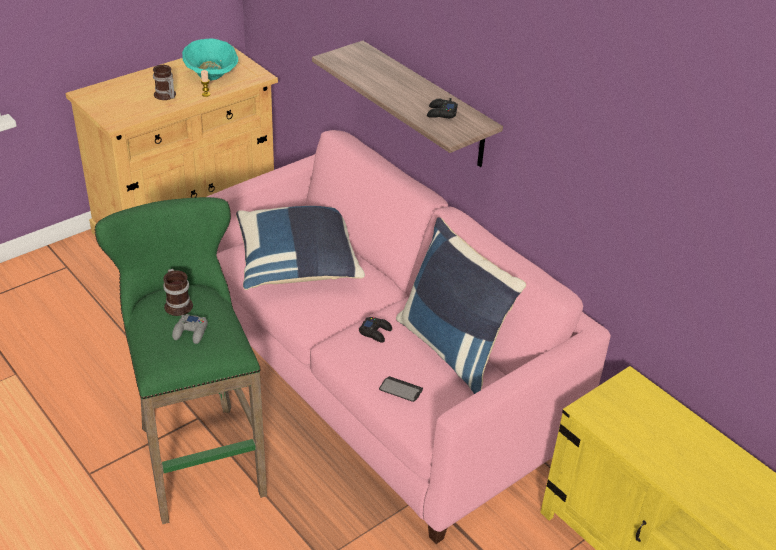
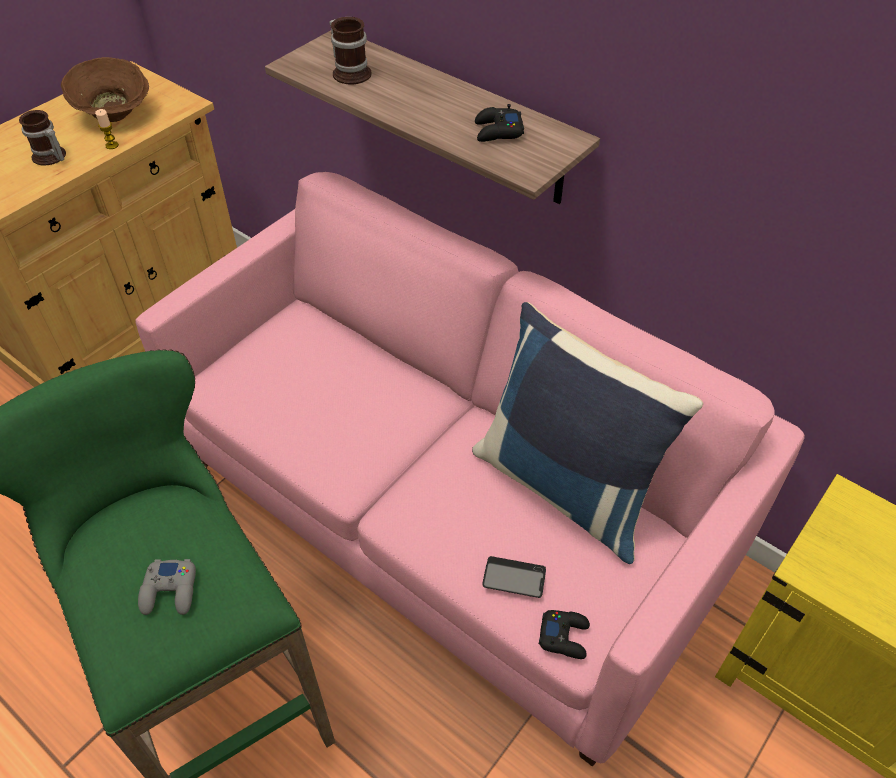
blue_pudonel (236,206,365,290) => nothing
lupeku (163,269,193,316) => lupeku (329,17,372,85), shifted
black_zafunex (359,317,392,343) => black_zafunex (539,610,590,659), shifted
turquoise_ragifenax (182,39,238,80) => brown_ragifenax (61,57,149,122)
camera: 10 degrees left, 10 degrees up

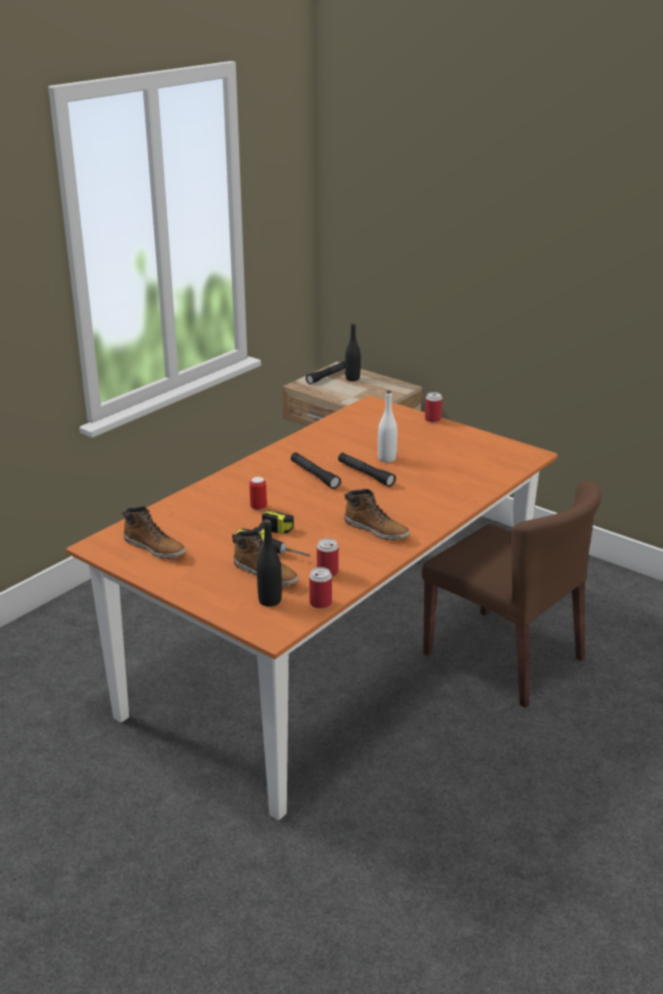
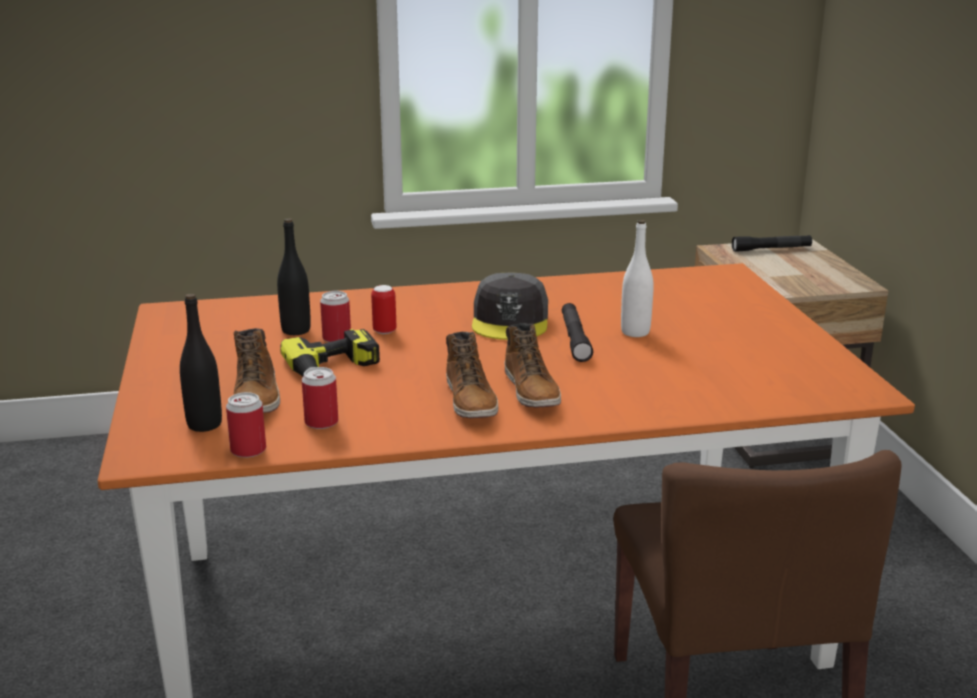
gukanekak (122,506,186,559) => gukanekak (505,323,561,408), shifted
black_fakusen (345,323,361,381) => black_fakusen (277,218,311,335), shifted
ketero (425,392,442,423) => ketero (320,291,351,342), shifted
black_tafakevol (291,452,341,489) => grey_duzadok (472,272,548,340)
camera: 40 degrees right, 5 degrees down

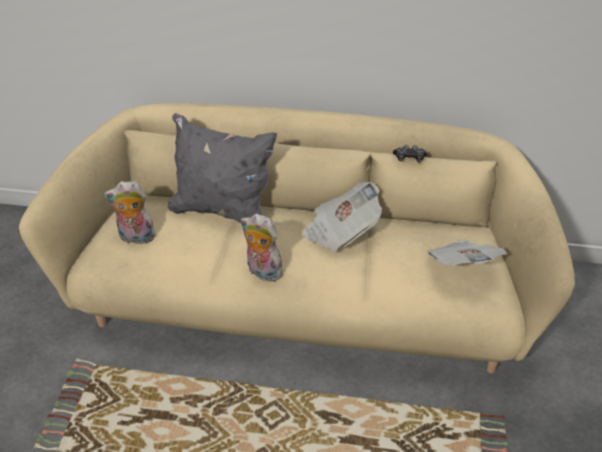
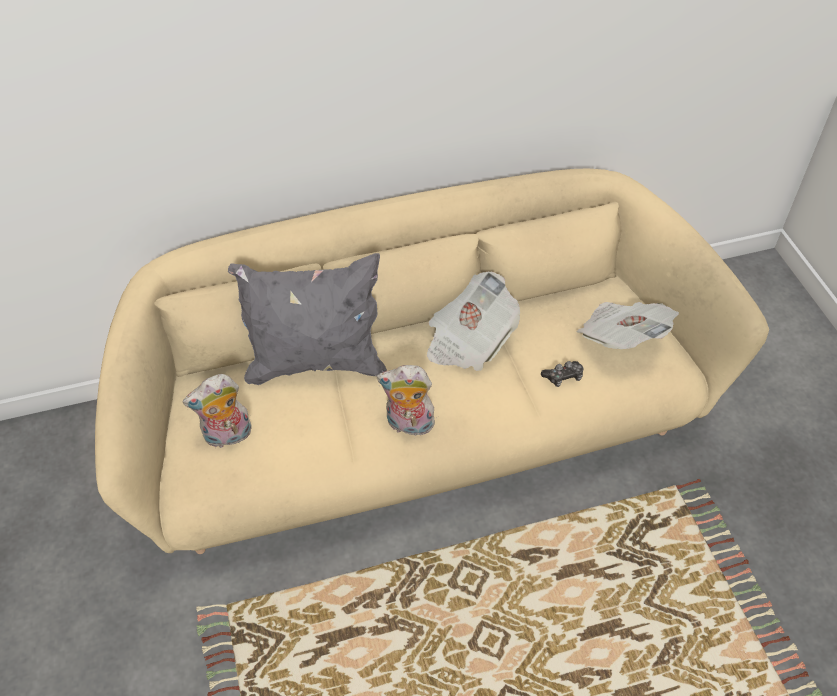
zafunex (393,145,426,162) => zafunex (541,361,584,387), shifted
camera: 25 degrees left, 10 degrees up

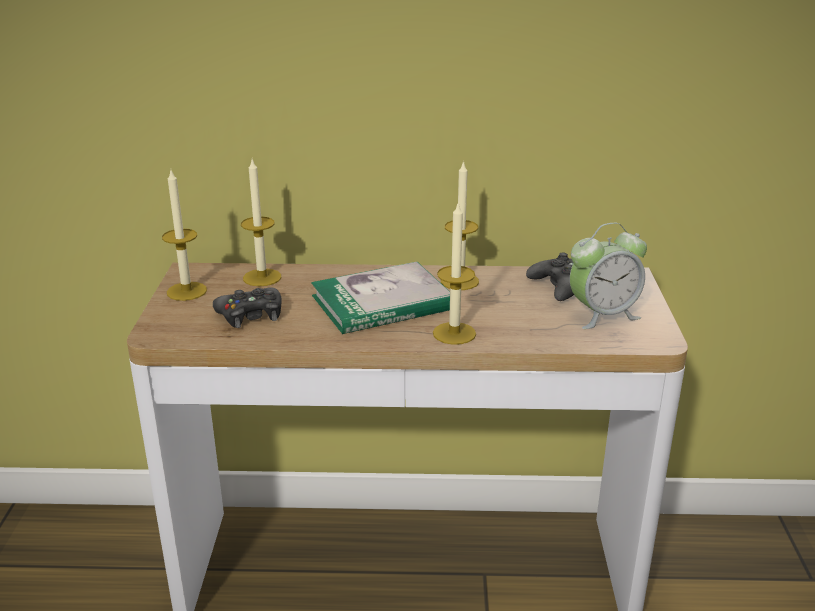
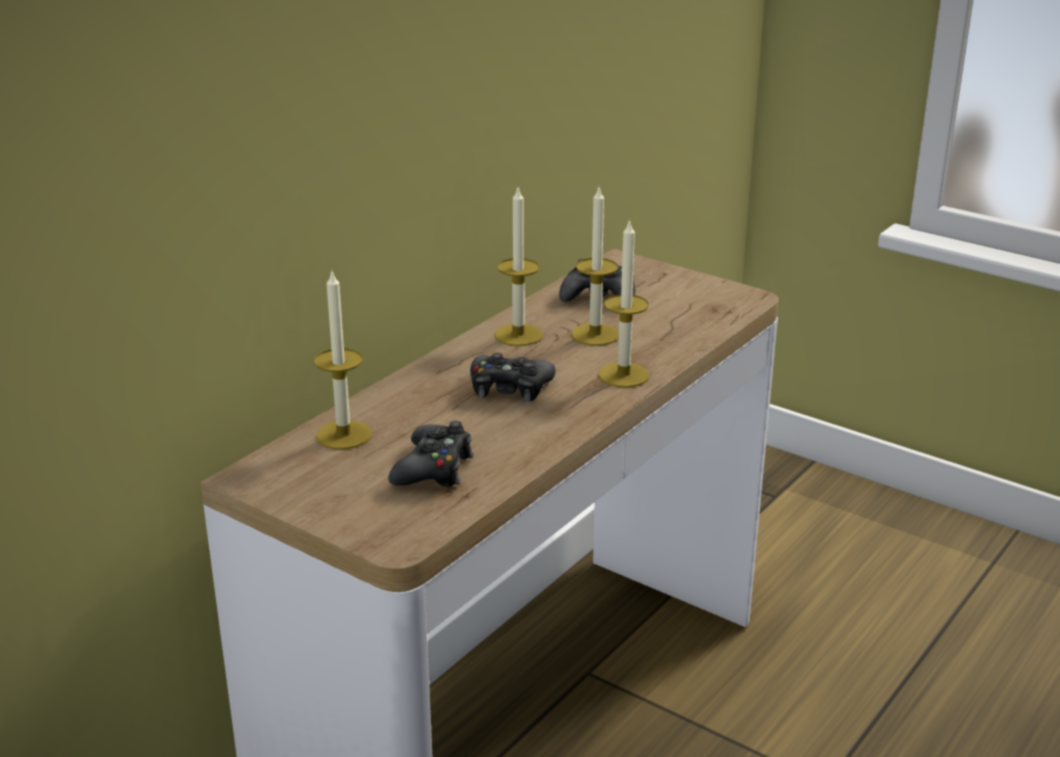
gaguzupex (570,223,647,329) => nothing
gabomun (162,170,207,301) => gabomun (571,188,619,346), shifted
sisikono (311,262,450,334) => black_zafunex (470,353,556,402)
camera: 55 degrees left, 0 degrees up

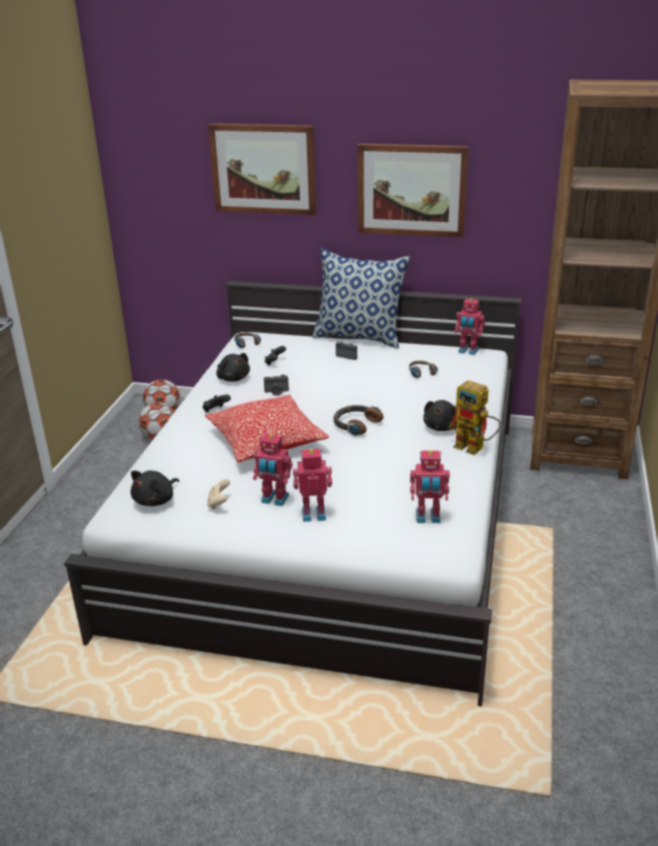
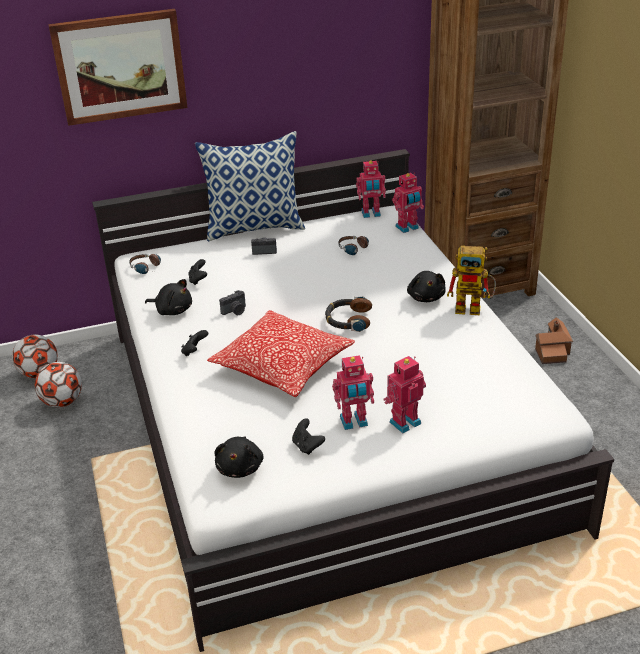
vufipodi (357,143,469,238) => nothing
nothing => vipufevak (535,317,573,364)
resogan (410,450,450,523) => resogan (392,172,424,233), shifted
beige_zafunex (207,479,230,509) => black_zafunex (292,418,325,455)
camera: 30 degrees left, 5 degrees up

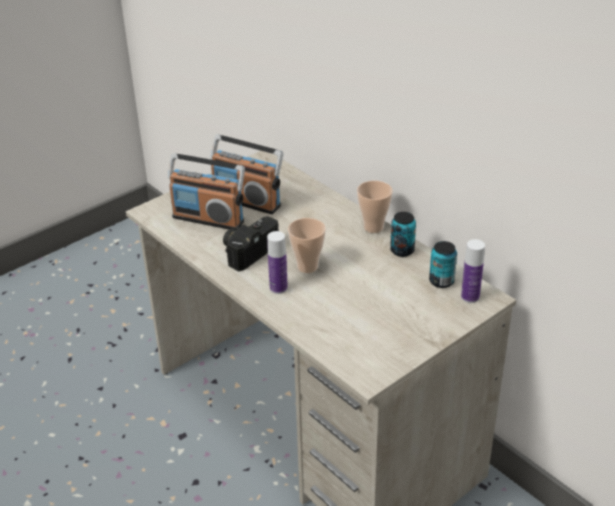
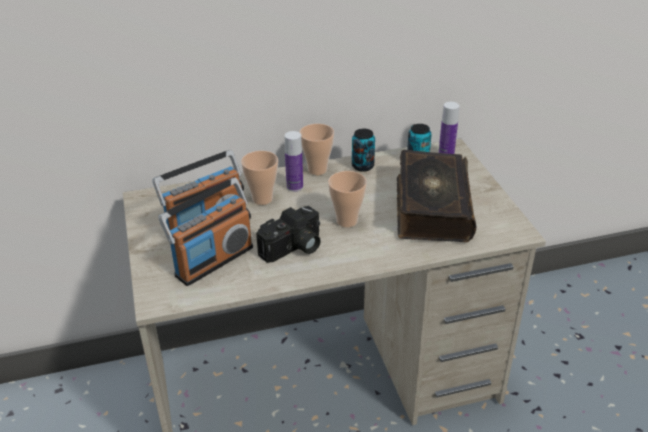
nothing => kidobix (241,151,278,205)
nothing => sisikono (397,150,476,242)
fakusen (267,231,288,294) => fakusen (285,131,303,192), shifted
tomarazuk (223,216,279,271) => tomarazuk (256,206,321,263), 105 degrees counterclockwise
camera: 65 degrees left, 0 degrees up

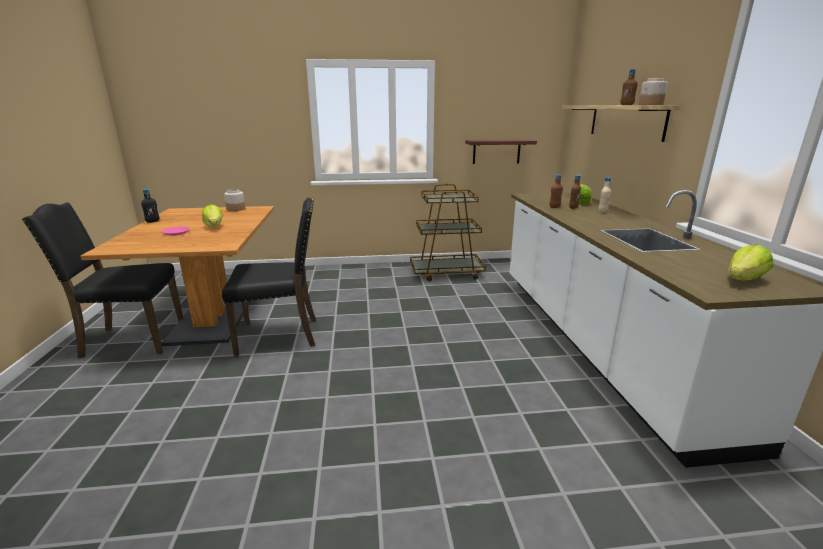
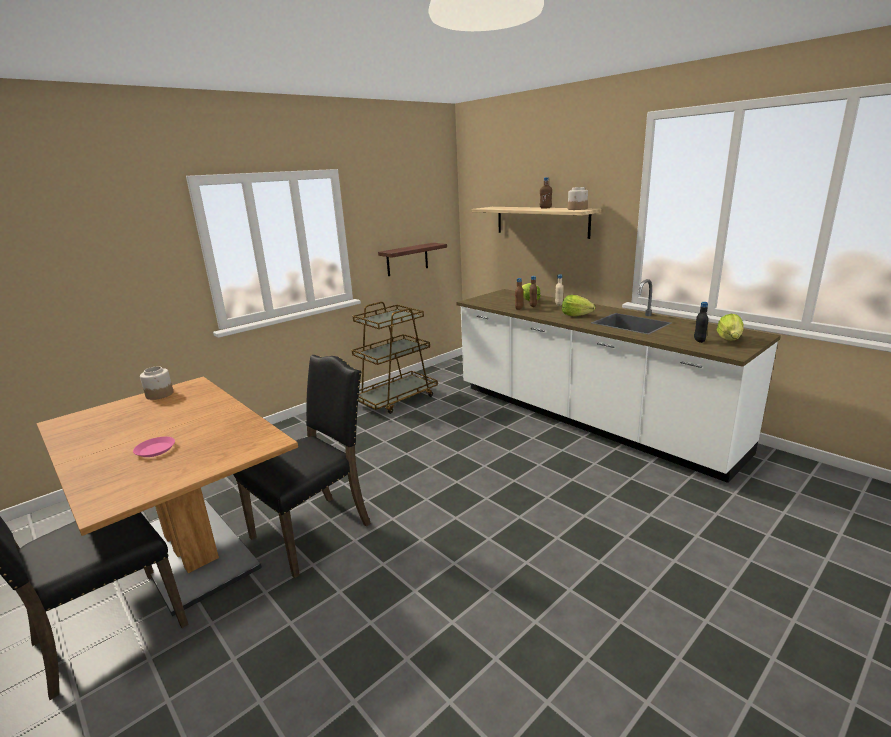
black_fakusen (141,189,159,223) => black_fakusen (694,302,709,343), shifted
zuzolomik (202,205,223,227) => zuzolomik (562,295,595,316), shifted
camera: 35 degrees left, 0 degrees up

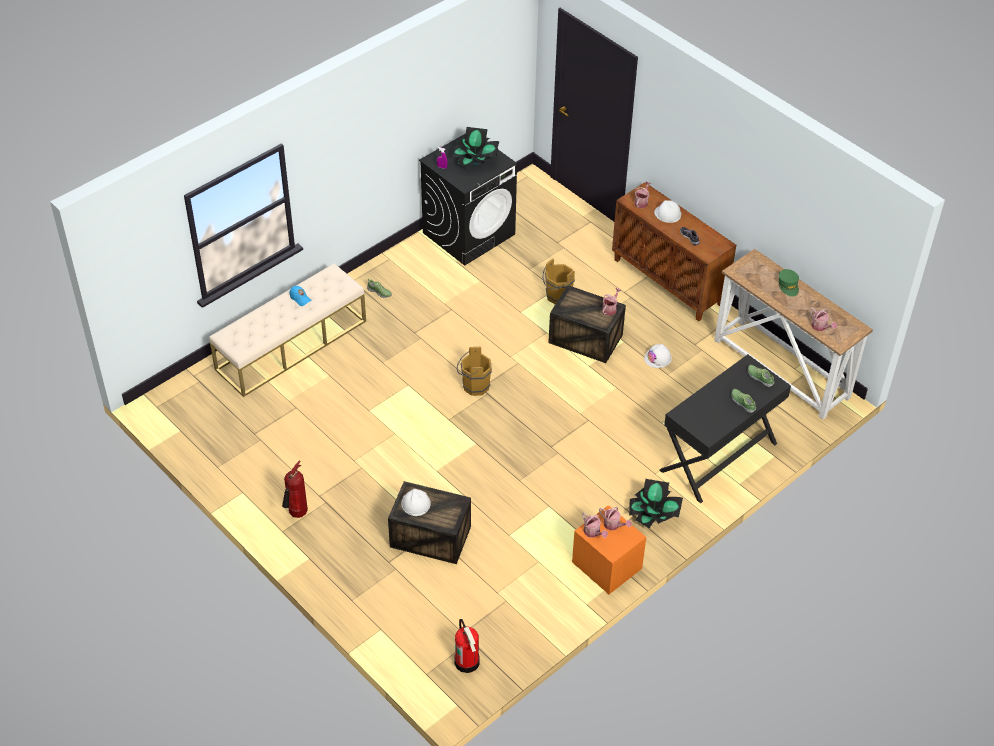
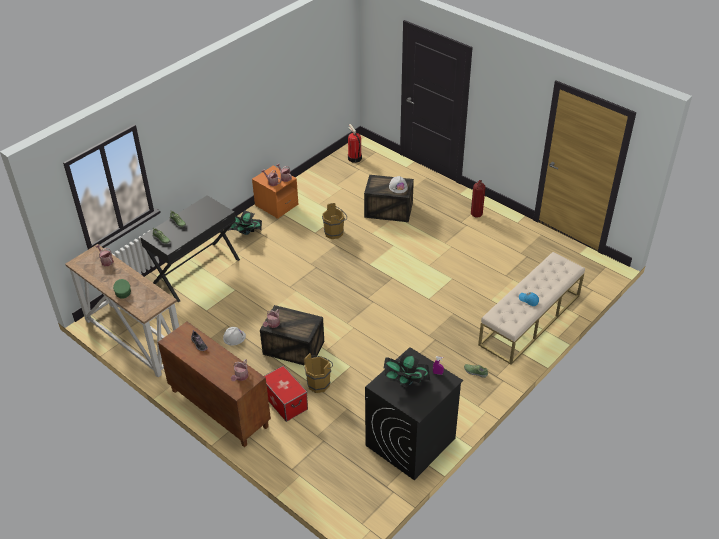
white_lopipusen (654,200,681,223) => nothing
nothing => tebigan (264,366,308,422)
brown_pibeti (457,347,492,396) => brown_pibeti (322,203,347,239), shifted
camera: 175 degrees right, 5 degrees down

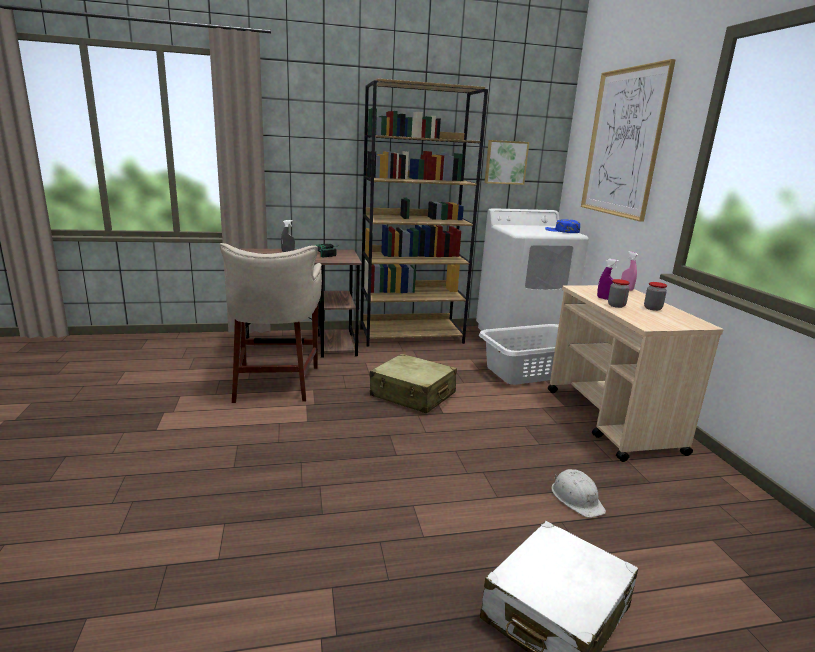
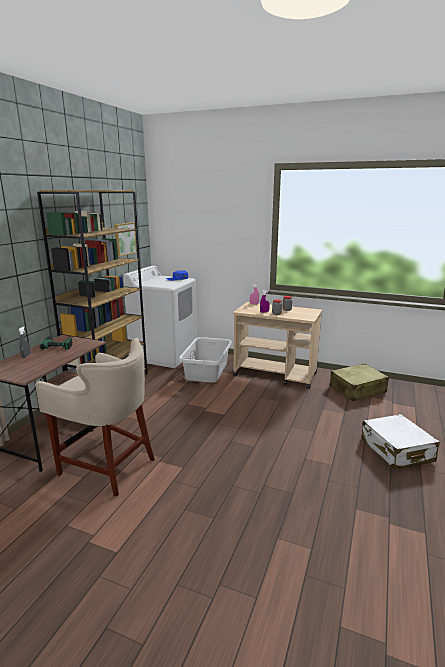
white_lopipusen (551,469,606,518) => nothing
vufipodi (581,59,676,222) => nothing
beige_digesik (370,354,457,414) => beige_digesik (330,363,389,401), shifted
camera: 55 degrees left, 0 degrees up

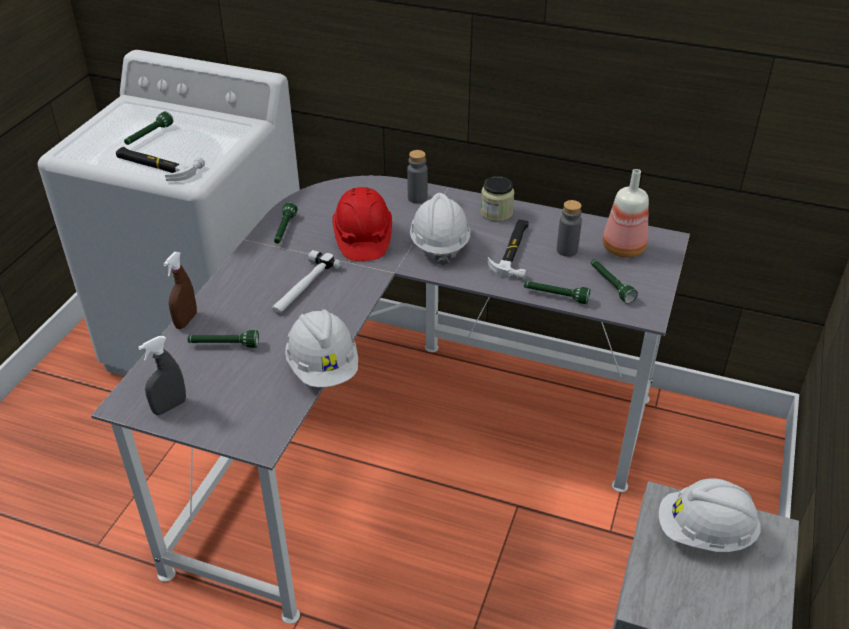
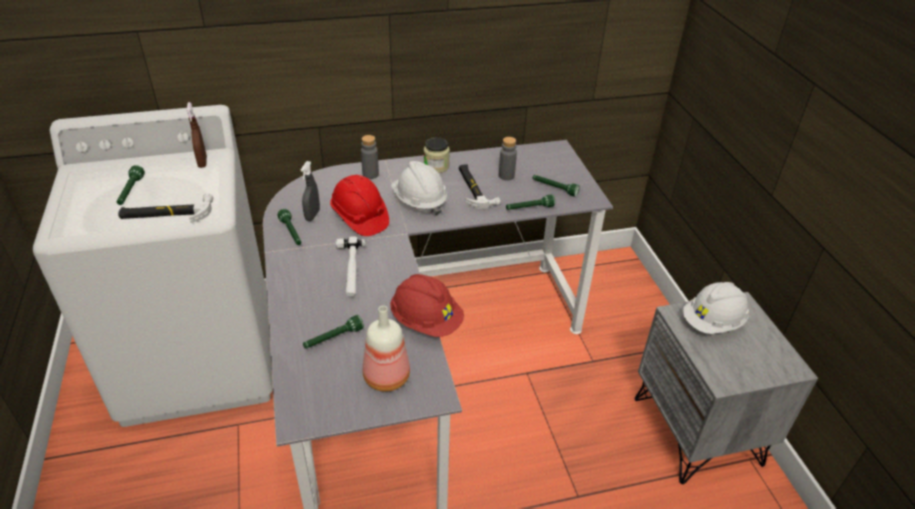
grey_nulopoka (138,336,186,415) => grey_nulopoka (300,161,320,221), shifted
brown_nulopoka (163,252,197,329) => brown_nulopoka (187,102,207,168), shifted
fakusen (602,169,649,257) => fakusen (363,306,410,392), shifted
white_lopipusen (285,309,358,387) => red_lopipusen (390,274,464,337)
camera: 35 degrees left, 0 degrees up

